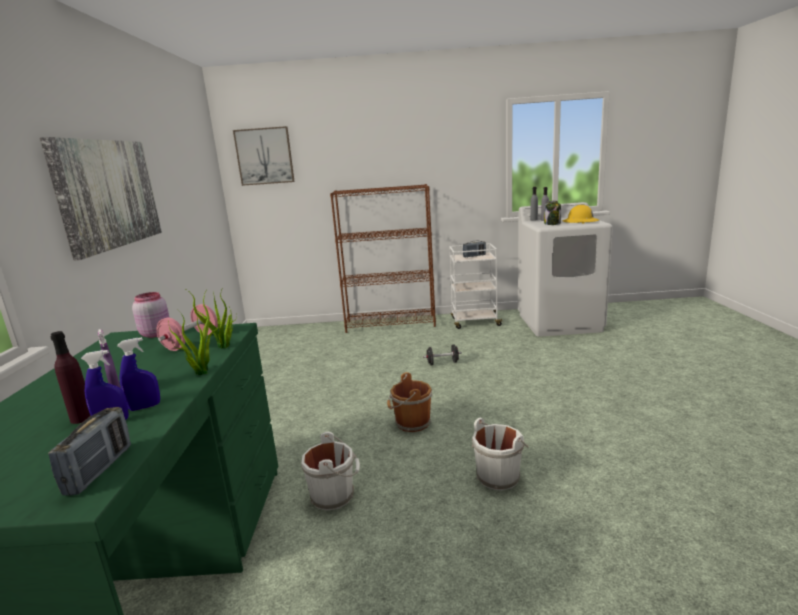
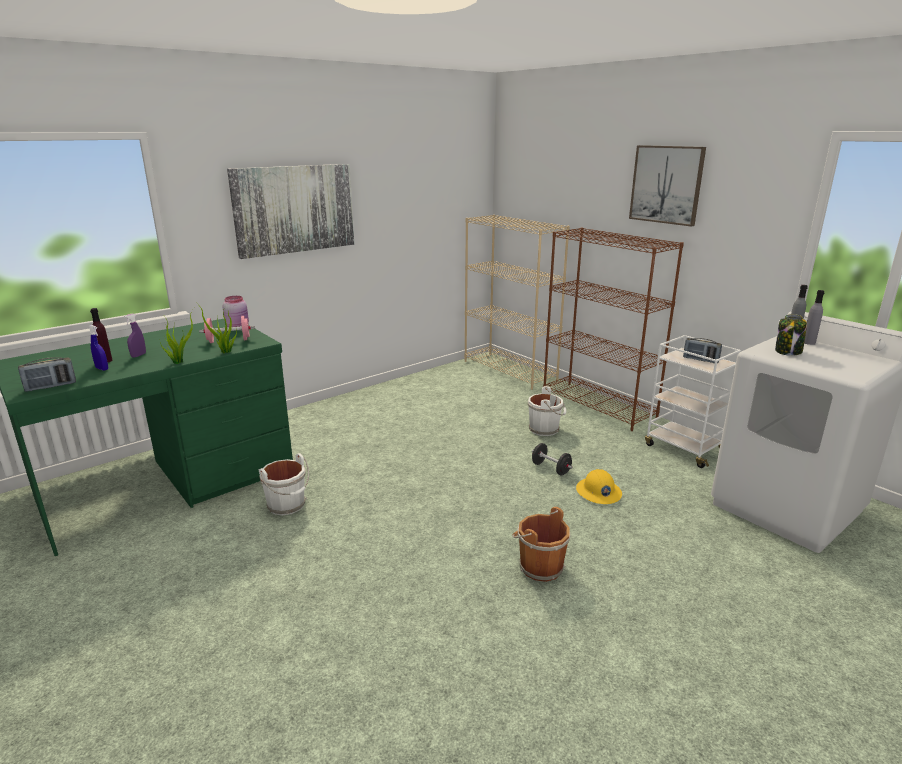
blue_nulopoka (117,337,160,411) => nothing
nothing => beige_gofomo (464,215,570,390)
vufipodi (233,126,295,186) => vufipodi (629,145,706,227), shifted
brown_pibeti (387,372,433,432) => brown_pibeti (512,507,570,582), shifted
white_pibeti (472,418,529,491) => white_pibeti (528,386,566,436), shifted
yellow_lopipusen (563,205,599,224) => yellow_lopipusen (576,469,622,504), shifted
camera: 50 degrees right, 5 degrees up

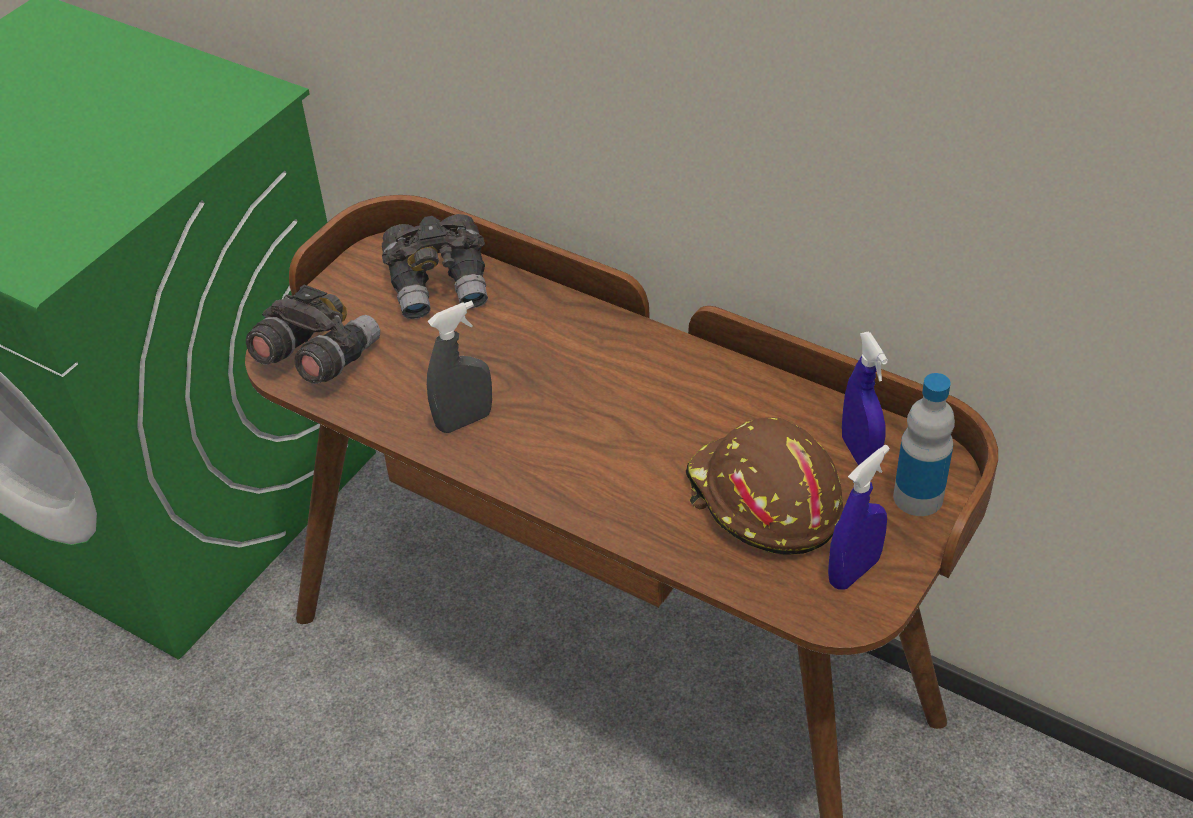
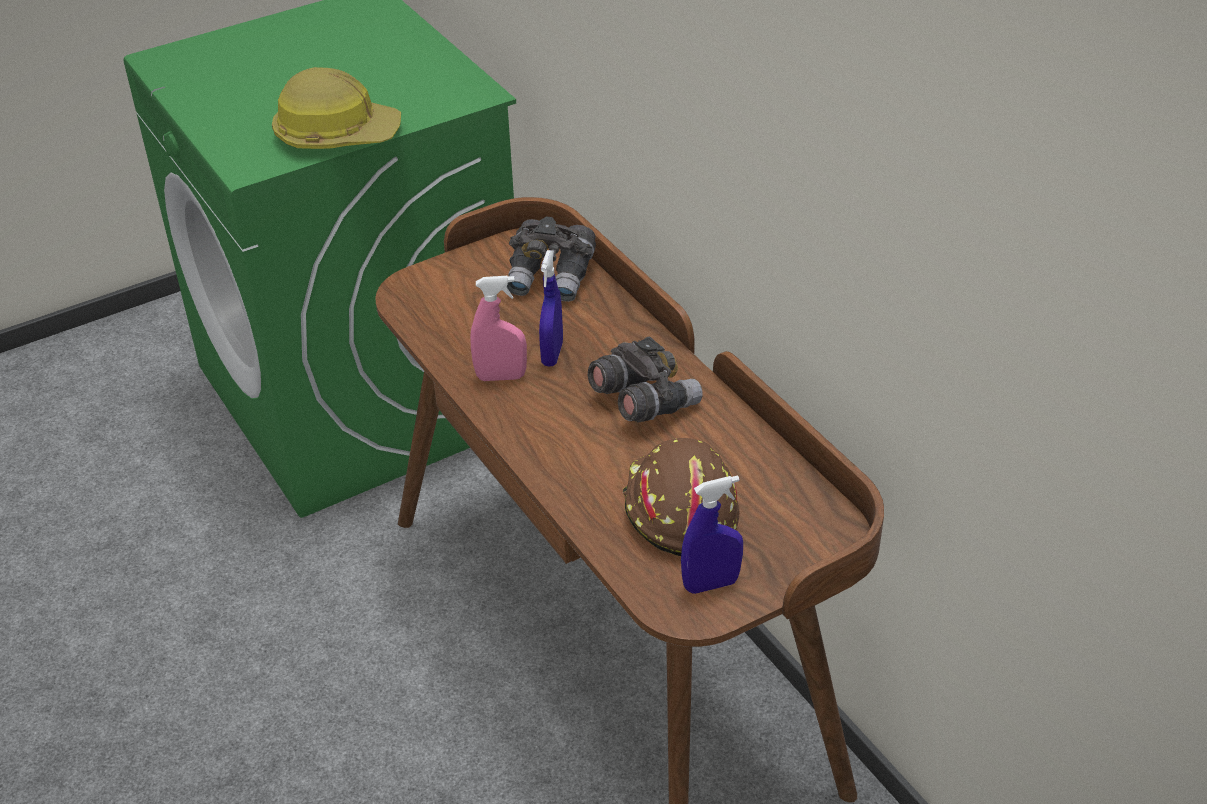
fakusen (893,373,955,516) => nothing
nothing => lopipusen (272,67,401,149)
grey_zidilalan (246,285,380,384) => grey_zidilalan (588,336,703,423), shifted
blue_nulopoka (842,332,888,466) => blue_nulopoka (539,250,563,366), shifted
grey_nulopoka (427,301,492,433) => pink_nulopoka (470,276,527,381)
camera: 25 degrees right, 5 degrees down

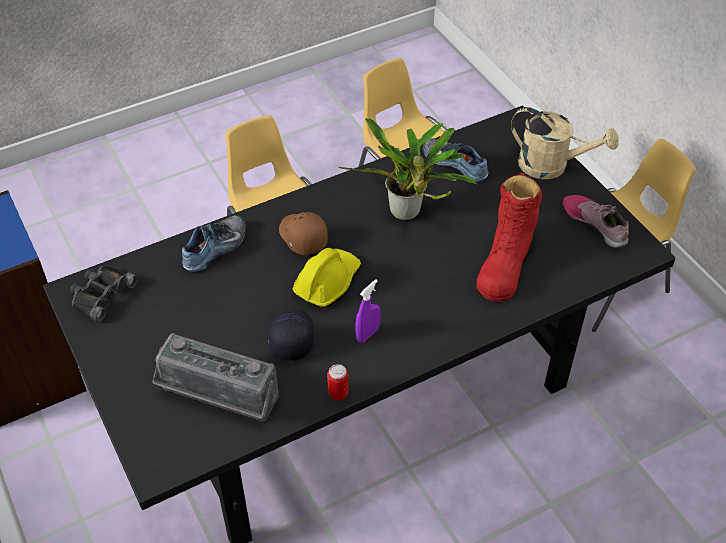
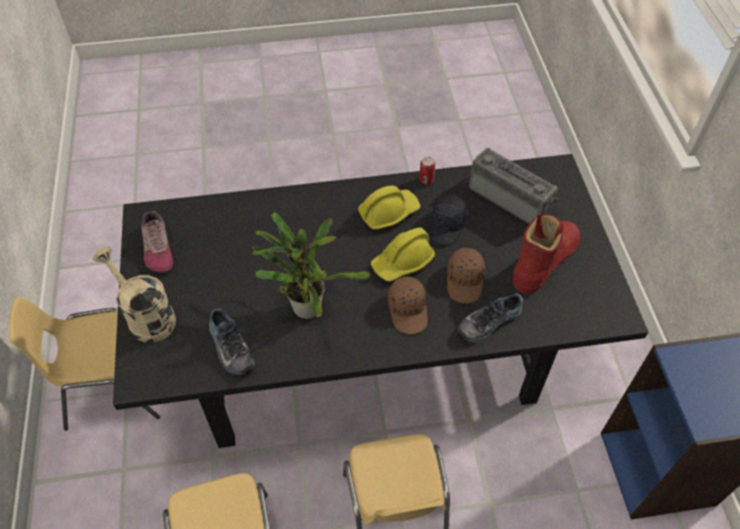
black_zidilalan (70,265,138,322) => nothing
nothing => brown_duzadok (447,248,485,303)
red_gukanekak (477,173,542,302) => red_gukanekak (512,213,581,294), shifted
purple_nulopoka (355,279,381,343) => yellow_lopipusen (358,186,421,230)
camera: 160 degrees left, 5 degrees up

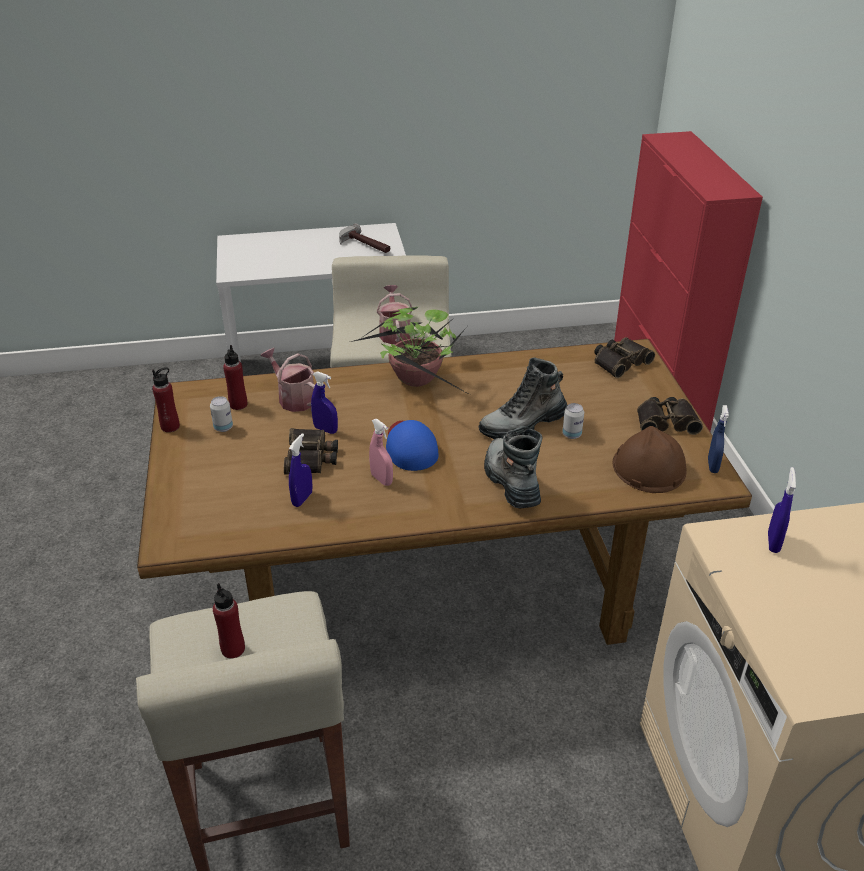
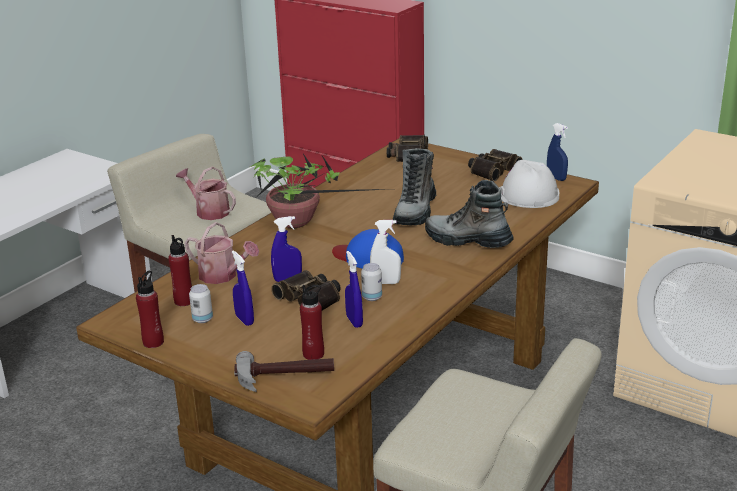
red_fakusen (213,583,245,659) => red_fakusen (300,285,324,360), shifted
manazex (339,223,390,253) => manazex (234,351,334,392), shifted
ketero (562,403,584,439) => ketero (361,263,382,301), shifted
blue_nulopoka (768,467,796,553) => blue_nulopoka (232,250,254,326), shifted
pink_nulopoka (369,419,393,486) => white_nulopoka (370,220,401,284)
brown_lopipusen (613,426,687,493) => white_lopipusen (499,160,559,208)
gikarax (261,348,315,412) => gikarax (185,222,259,284), 150 degrees counterclockwise
camera: 45 degrees left, 10 degrees down

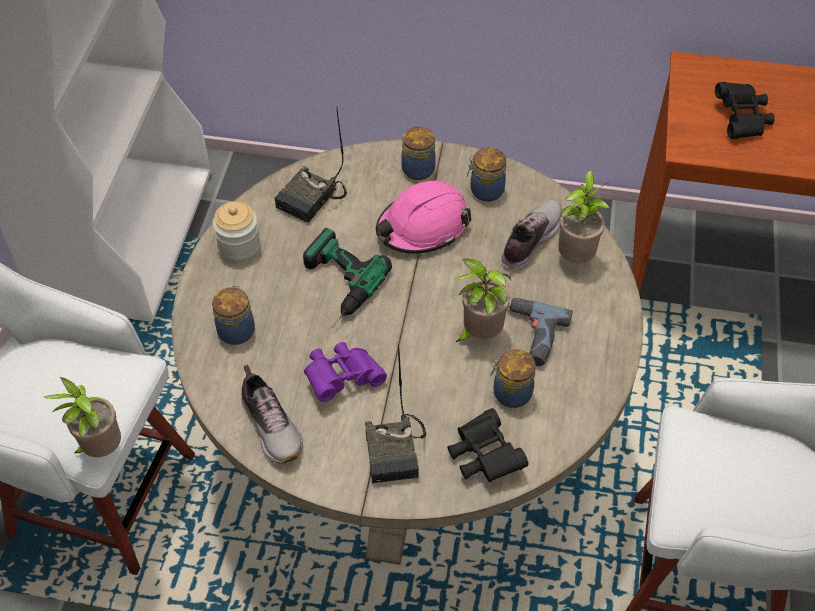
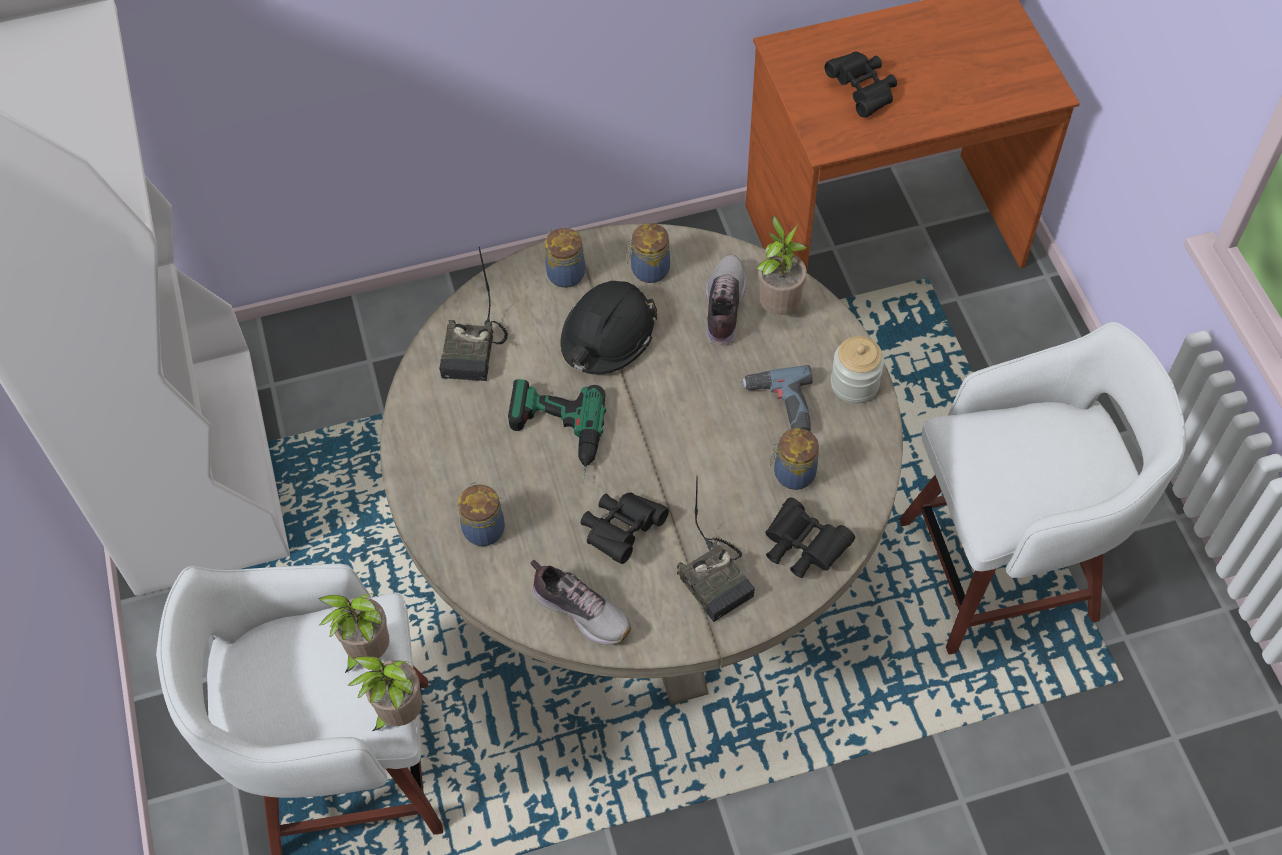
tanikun (213,201,261,262) => tanikun (831,336,884,404), shifted
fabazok (455,259,511,342) => fabazok (319,594,389,673), shifted
purple_zidilalan (304,342,387,402) => black_zidilalan (581,492,669,564)
pink_lopipusen (376,181,471,254) => black_lopipusen (560,281,657,374)
camera: 25 degrees left, 5 degrees up

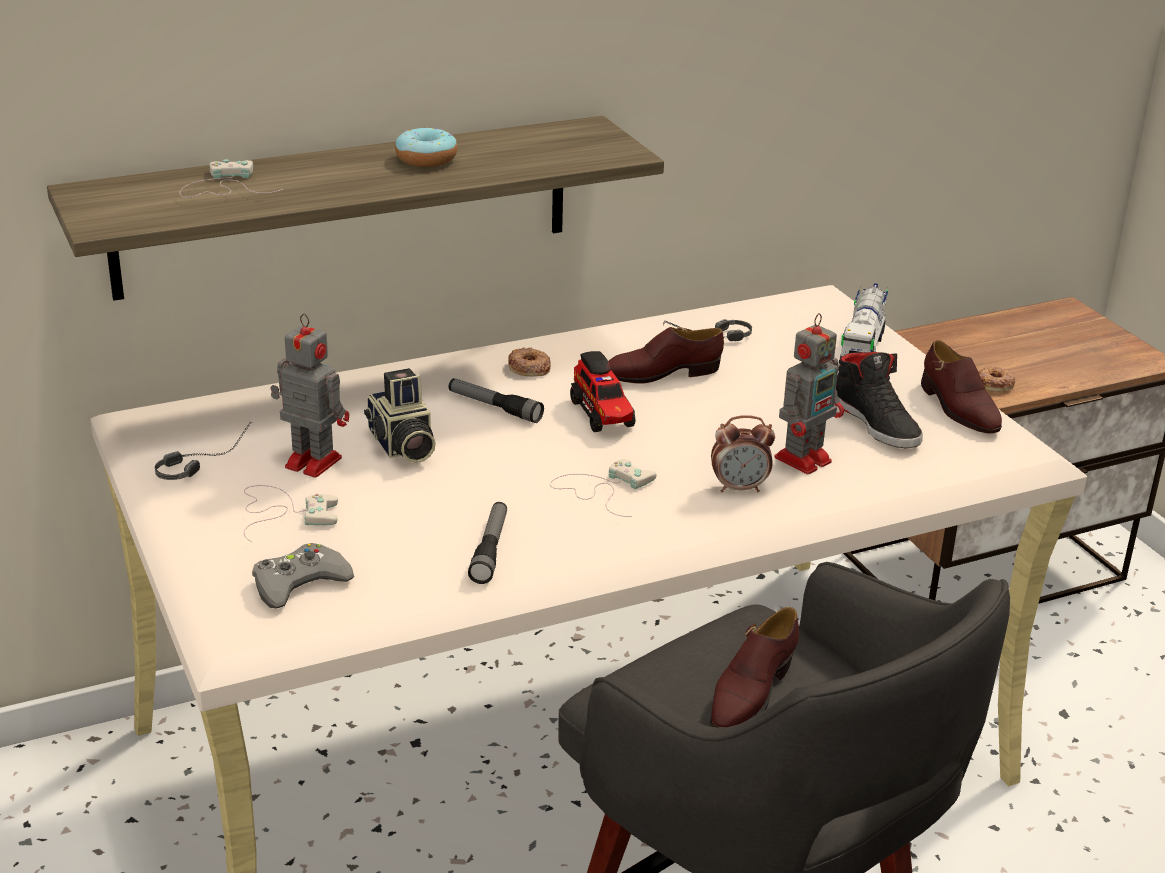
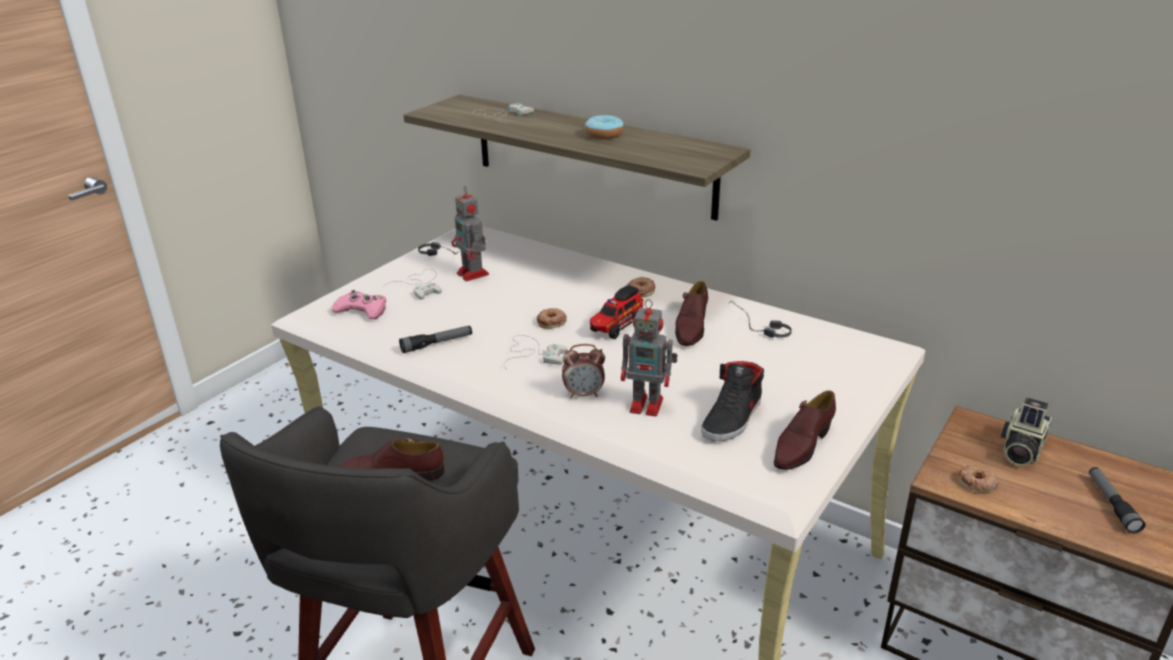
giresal (839,283,888,365) => nothing
nothing => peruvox (537,308,567,329)
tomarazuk (364,368,436,463) => tomarazuk (1001,398,1052,466), shifted
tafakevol (449,378,544,423) => tafakevol (1089,467,1145,534), shifted
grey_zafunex (252,543,354,608) => pink_zafunex (332,290,387,319)
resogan (270,313,349,478) => resogan (451,186,489,281), 150 degrees clockwise
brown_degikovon (608,327,724,384) => brown_degikovon (675,281,708,346), 120 degrees counterclockwise
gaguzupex (711,415,775,493) => gaguzupex (562,344,605,398), 60 degrees counterclockwise
camera: 60 degrees right, 0 degrees up

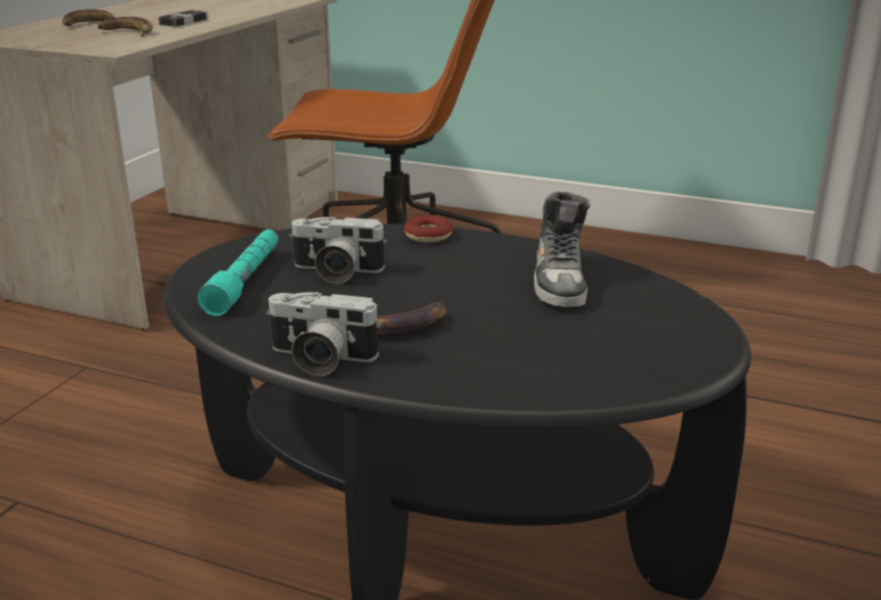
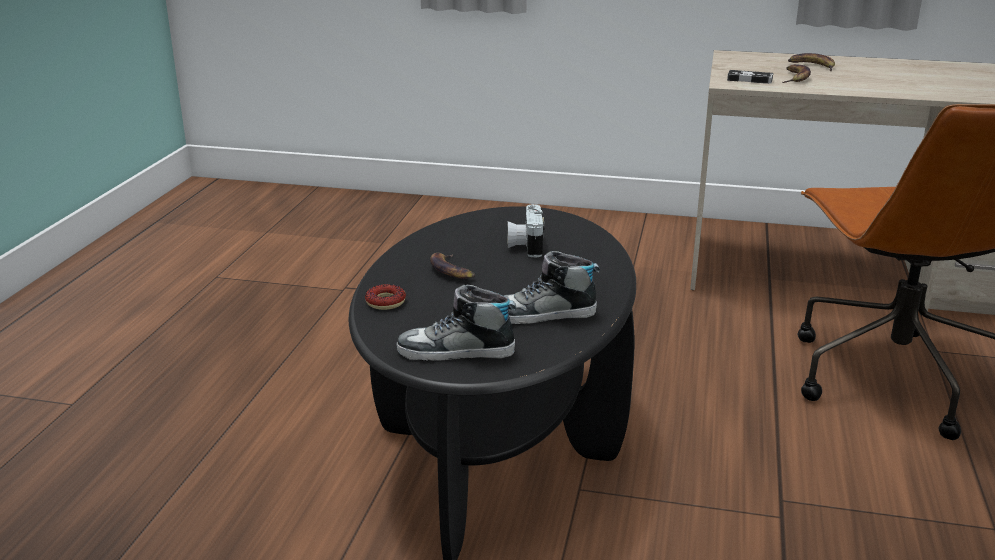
turquoise_tafakevol (197,229,278,316) => nothing
tomarazuk (267,292,381,376) => nothing
nothing => degikovon (397,284,516,361)
zafunex (158,10,208,27) => zafunex (727,70,773,84), shifted
peruvox (404,215,453,242) => peruvox (365,284,406,310), shifted
camera: 80 degrees right, 0 degrees up

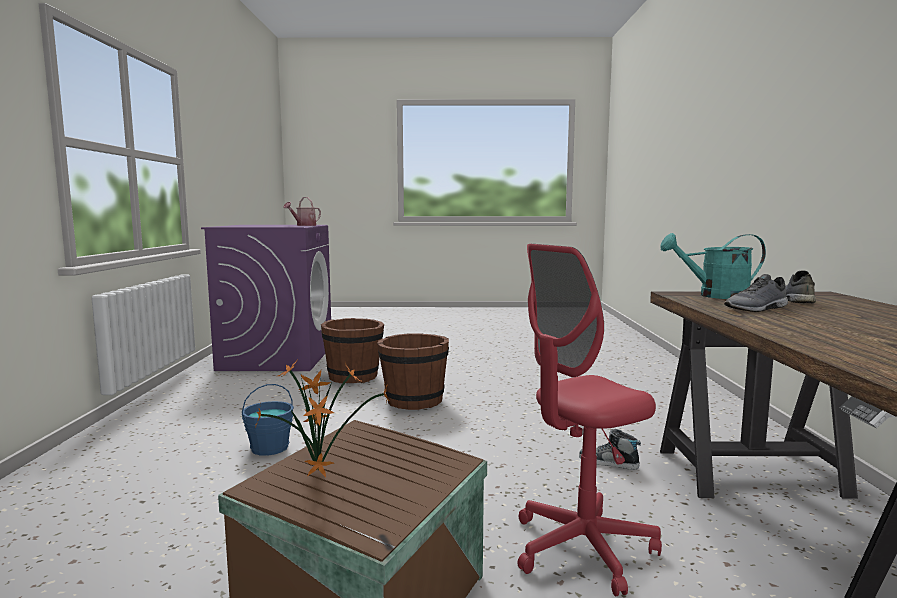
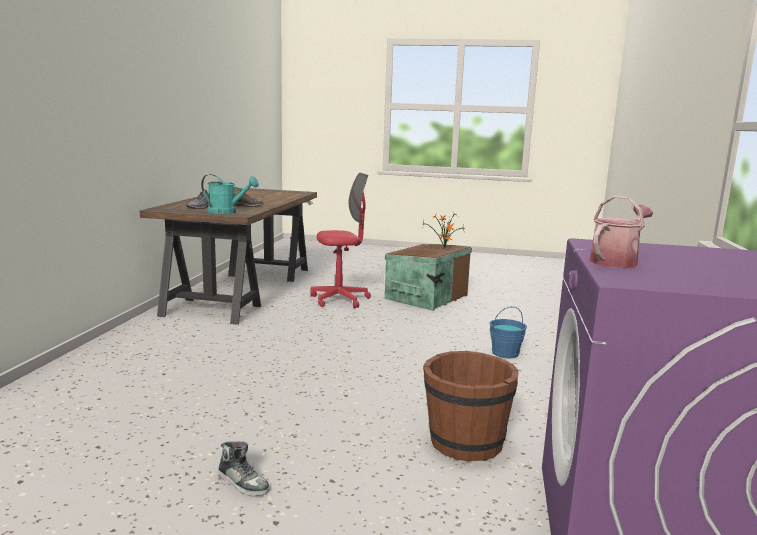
brown_pibeti (377,333,449,410) => nothing
degikovon (579,429,641,470) => degikovon (218,441,269,496), shifted
camera: 170 degrees left, 5 degrees up

